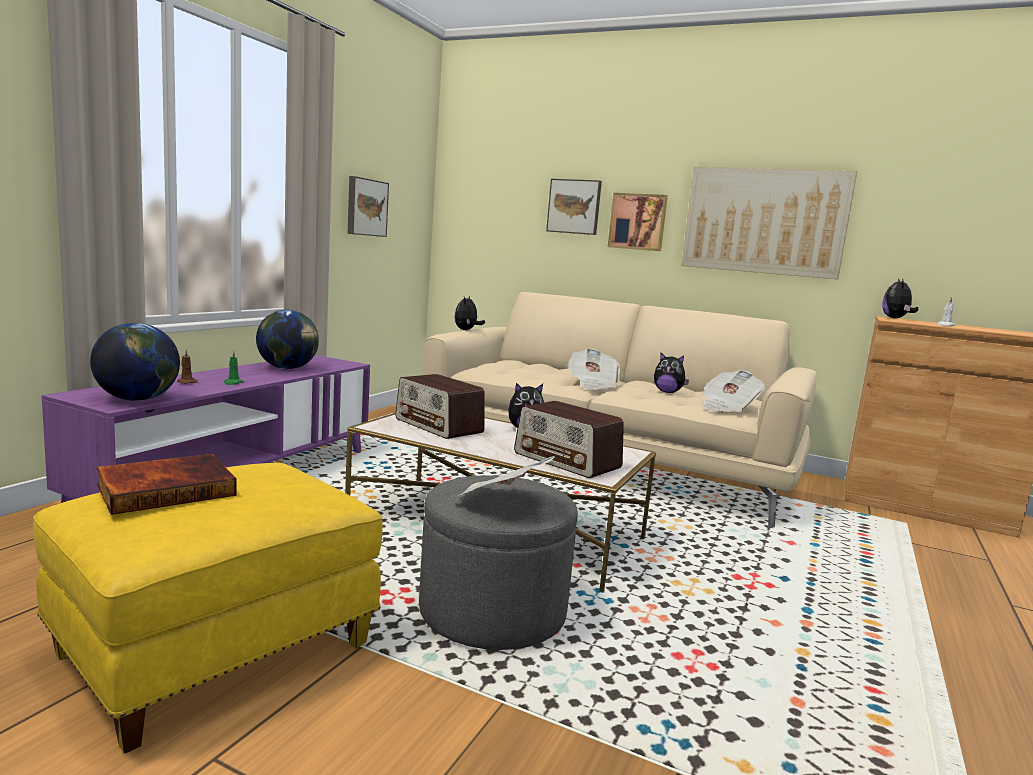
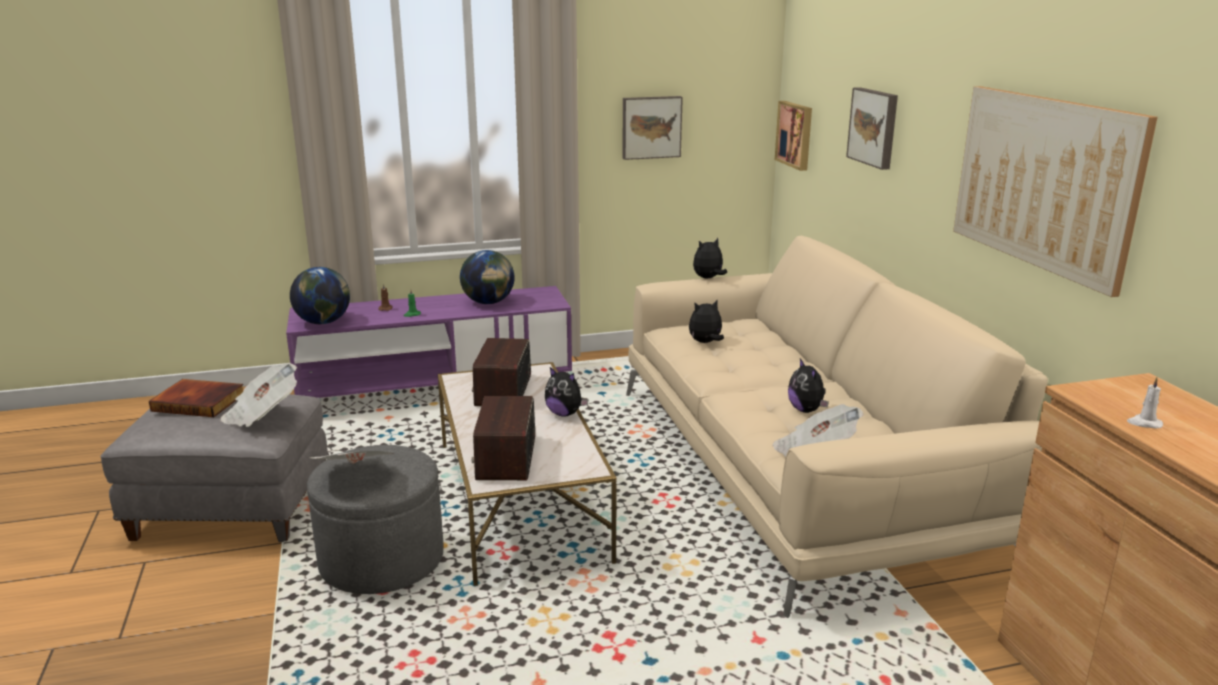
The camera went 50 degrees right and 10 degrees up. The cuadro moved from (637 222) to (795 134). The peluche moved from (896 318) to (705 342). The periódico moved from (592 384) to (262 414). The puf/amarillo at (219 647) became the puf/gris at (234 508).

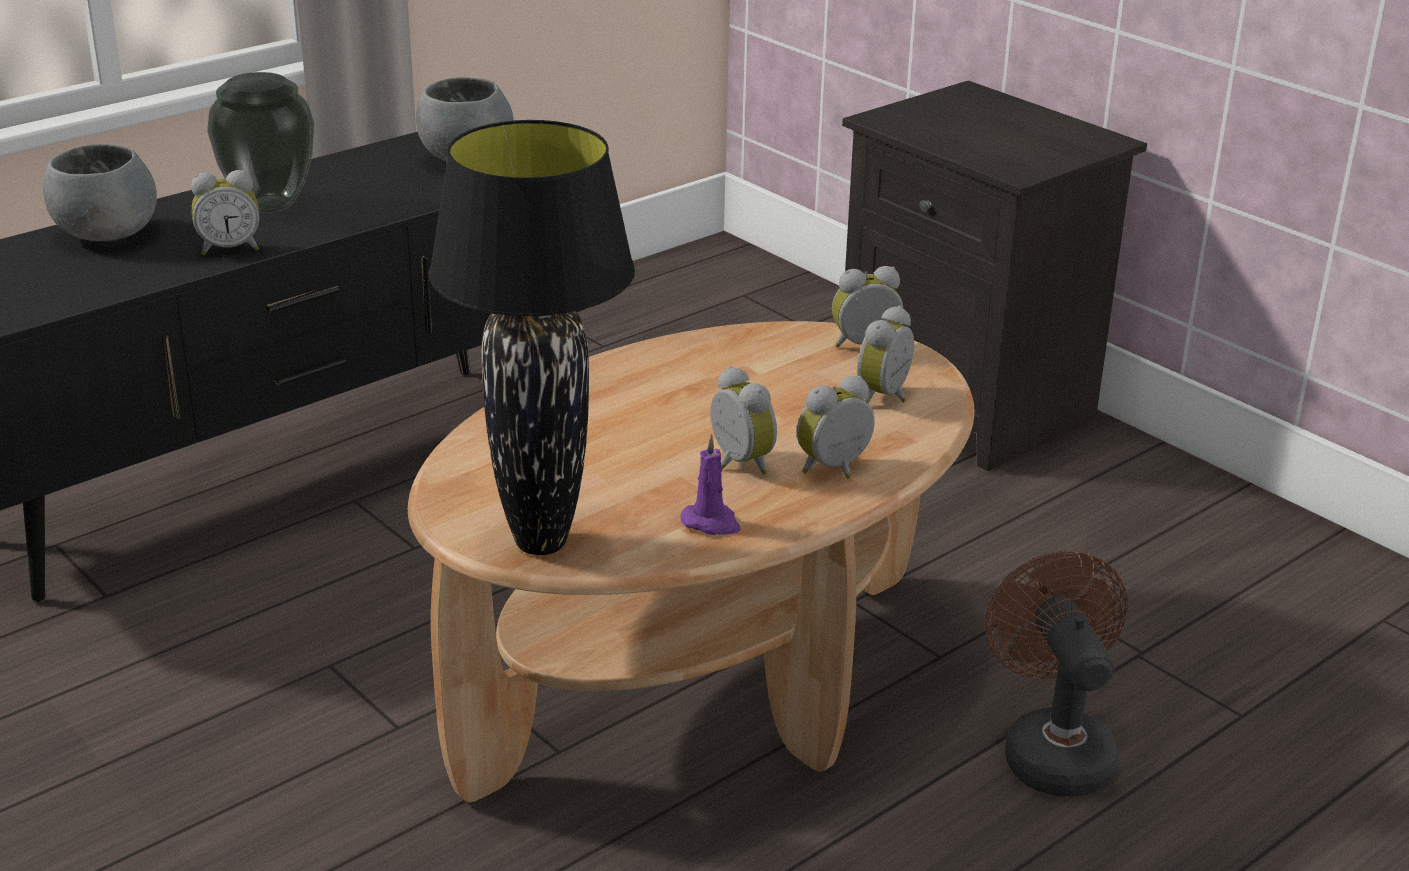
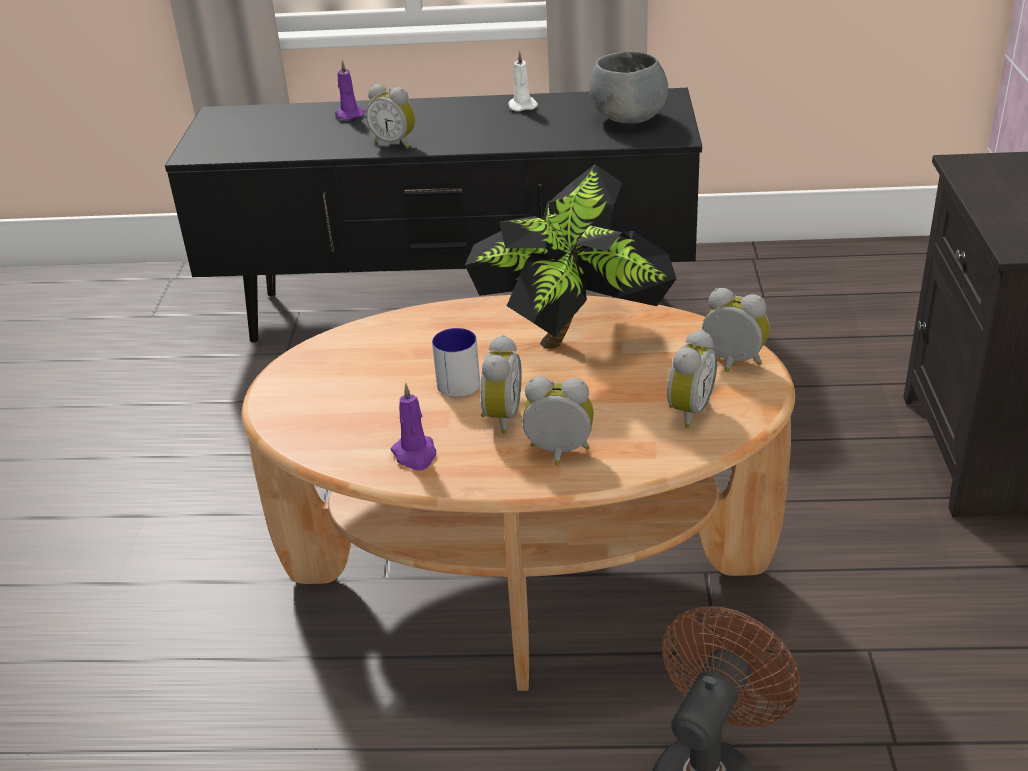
The camera went 45 degrees right and 5 degrees up. The florero at (267 205) disappeared. The lámpara de mesa/negro at (542 542) disappeared. The cuenco/gris at (106 234) was replaced by the vela/morado at (349 114). The despertador at (887 397) turned 135 degrees clockwise. The vela/blanco at (522 106) appeared. The planta en maceta at (573 339) appeared. The taza grande at (454 380) appeared.

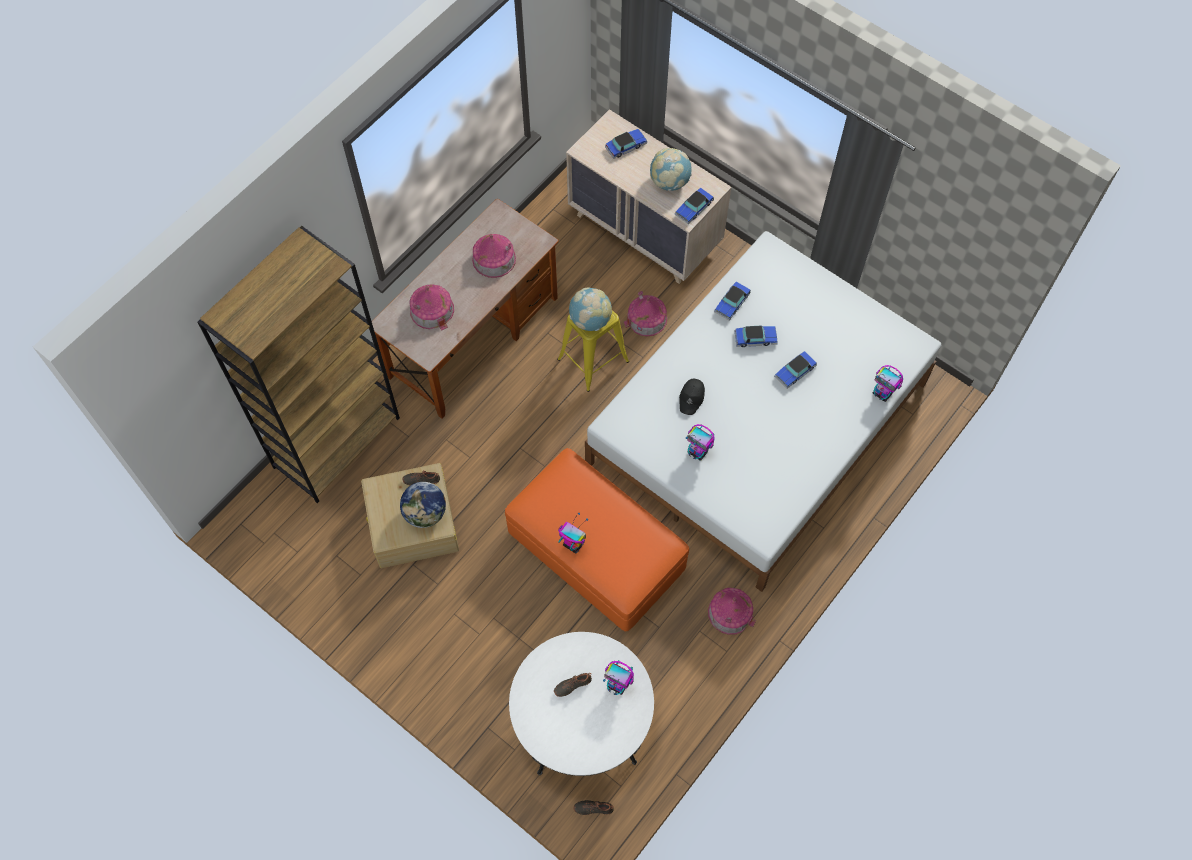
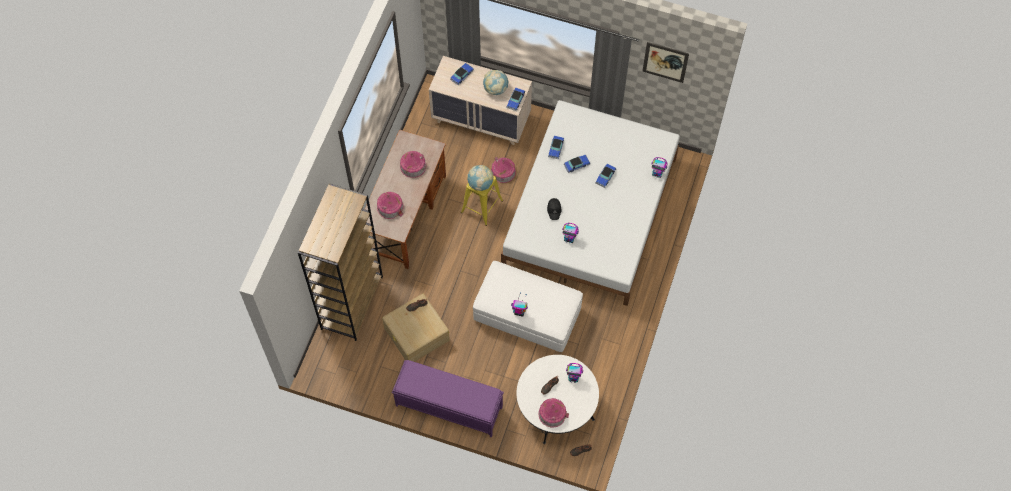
The camera went 20 degrees left and 0 degrees up. The puf/naranja at (596 551) became the puf/blanco at (527 314). The globo terráqueo at (425 513) disappeared. The casita moved from (730 612) to (552 414). The cuadro at (665 62) appeared. The banco/morado at (448 406) appeared.

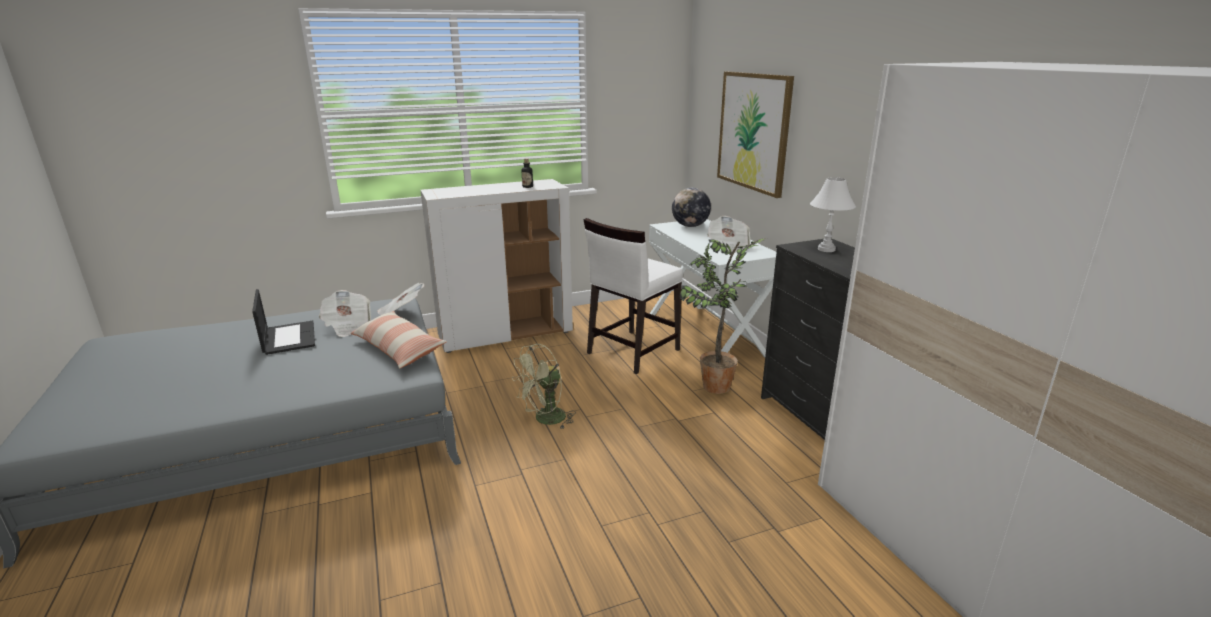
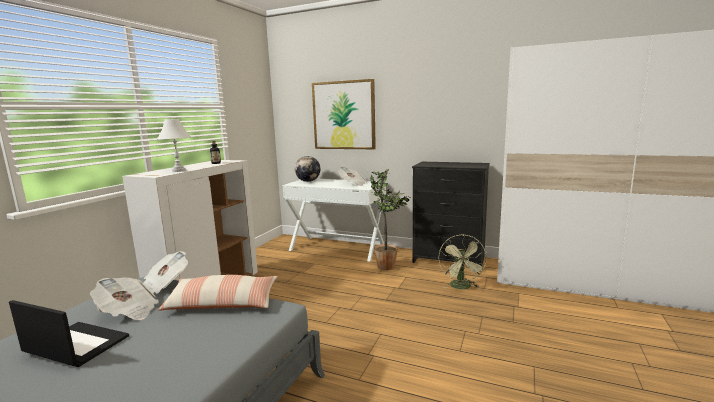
The camera went 45 degrees left and 10 degrees down. The lámpara de mesa/blanco moved from (826 249) to (178 171). The silla/blanco at (632 351) disappeared. The ventilador/verde moved from (545 420) to (462 287).

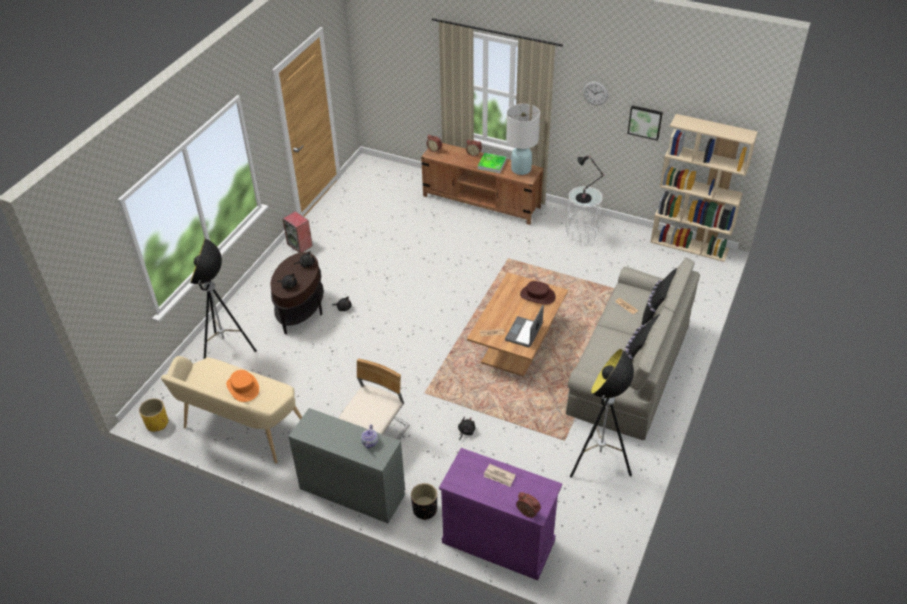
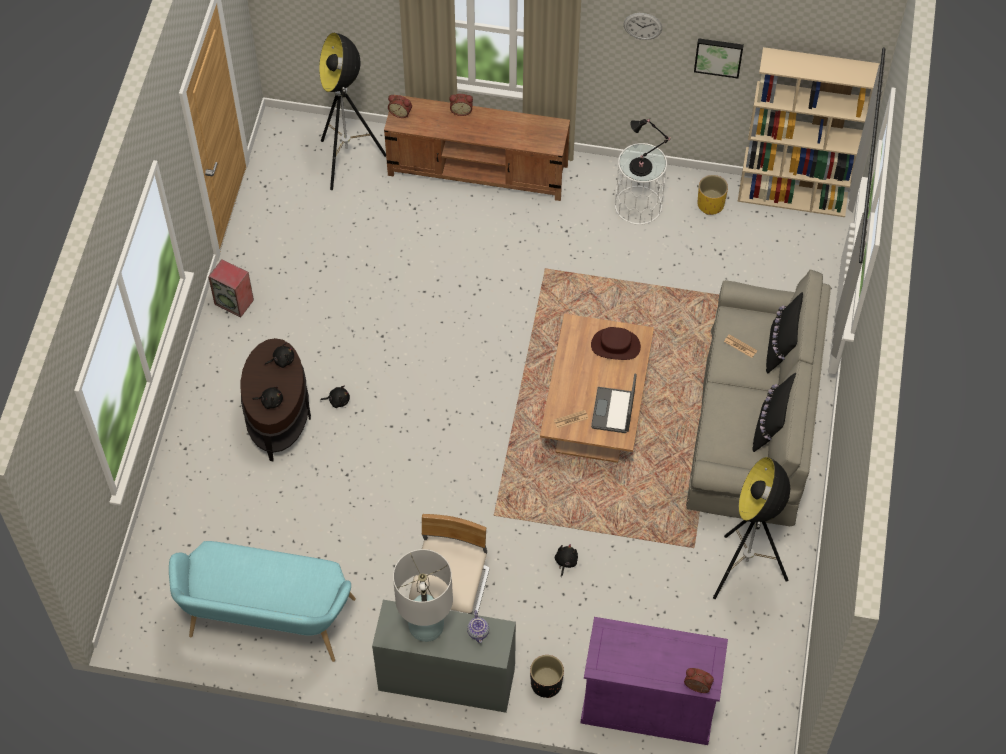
The camera went 15 degrees left and 15 degrees up. The lámpara de mesa/blanco moved from (521 169) to (426 626). The bandeja at (492 164) disappeared. The lámpara de pie moved from (227 351) to (348 162). The banco/beis at (240 430) became the banco/turquesa at (267 624). The sombrero/naranja at (243 387) disappeared. The maceta/amarillo moved from (157 423) to (710 204). The periódico at (499 476) disappeared.

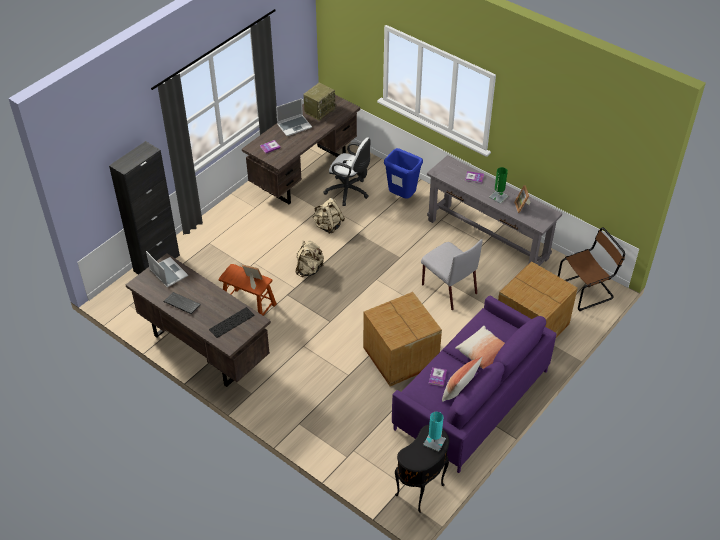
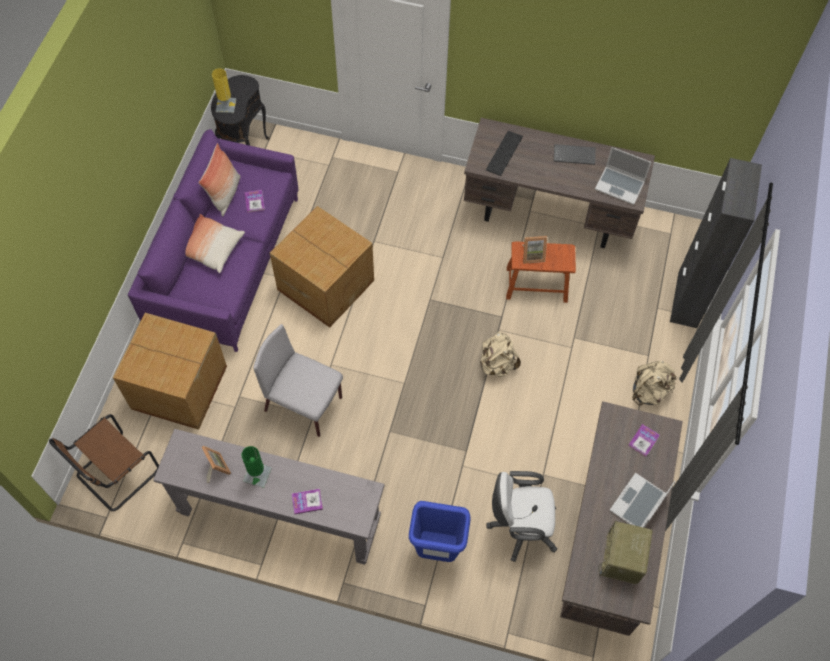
The camera went 155 degrees right and 15 degrees up. The mochila/beis moved from (328 226) to (649 391). The lámpara de mesa/turquesa at (434 442) became the lámpara de mesa/amarillo at (226 105).

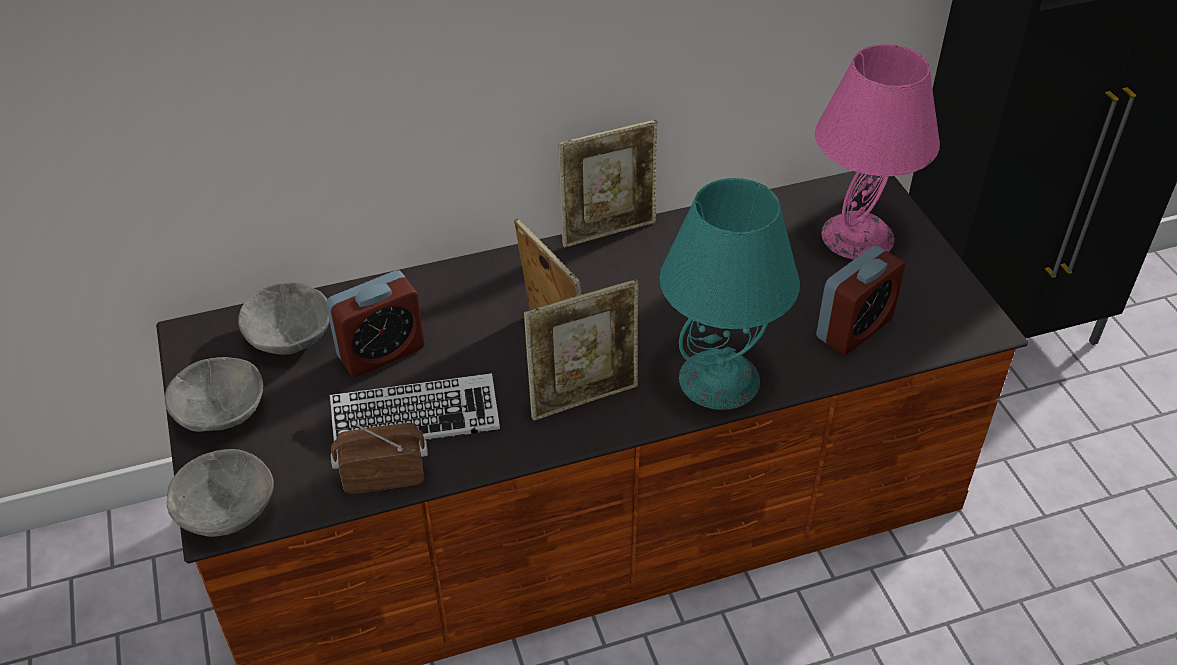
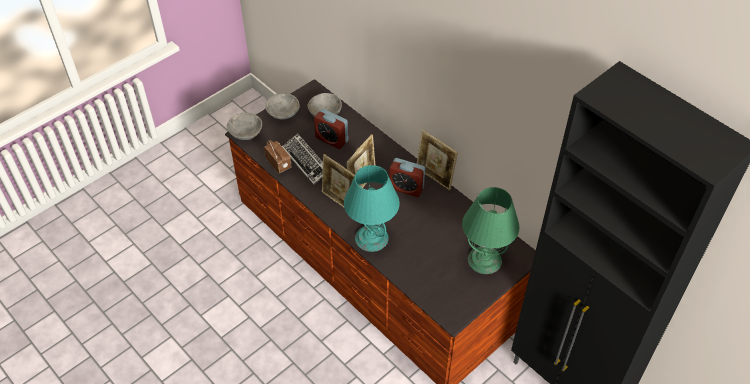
The camera went 65 degrees right and 5 degrees up. The lámpara de mesa/rosa at (857 235) became the lámpara de mesa/verde at (485 259). The despertador moved from (854 328) to (406 188).

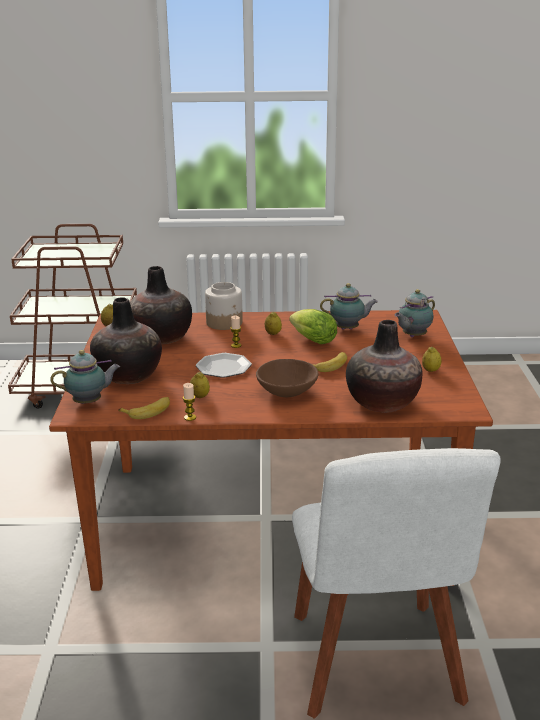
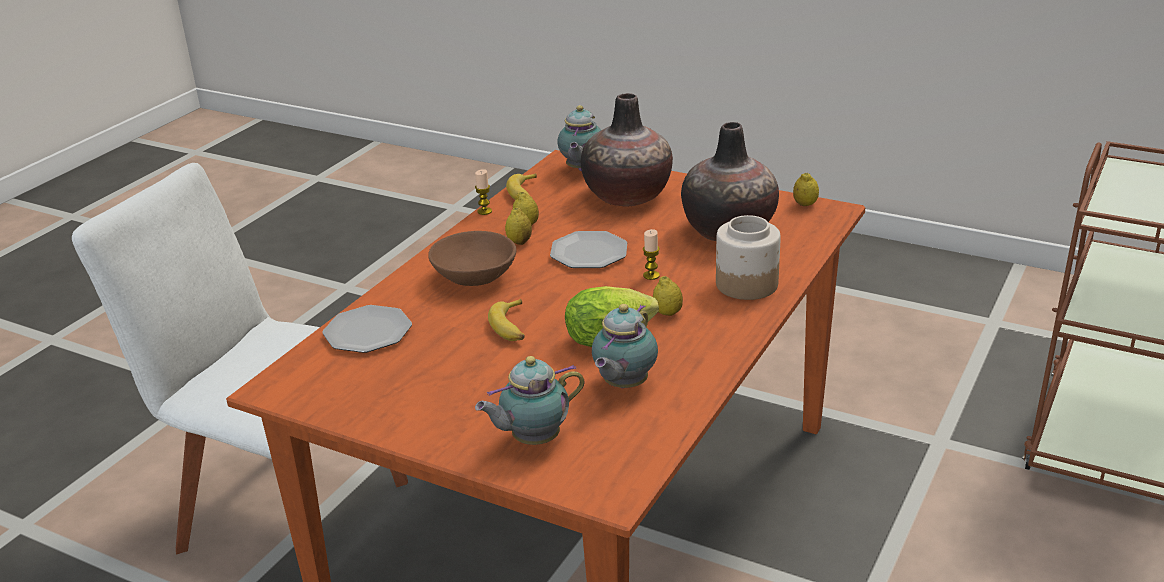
The camera went 120 degrees right and 5 degrees up. The tetera at (412 336) turned 105 degrees counterclockwise. The florero at (382 403) was replaced by the plato at (367 332). The limón moved from (431 370) to (519 242).

